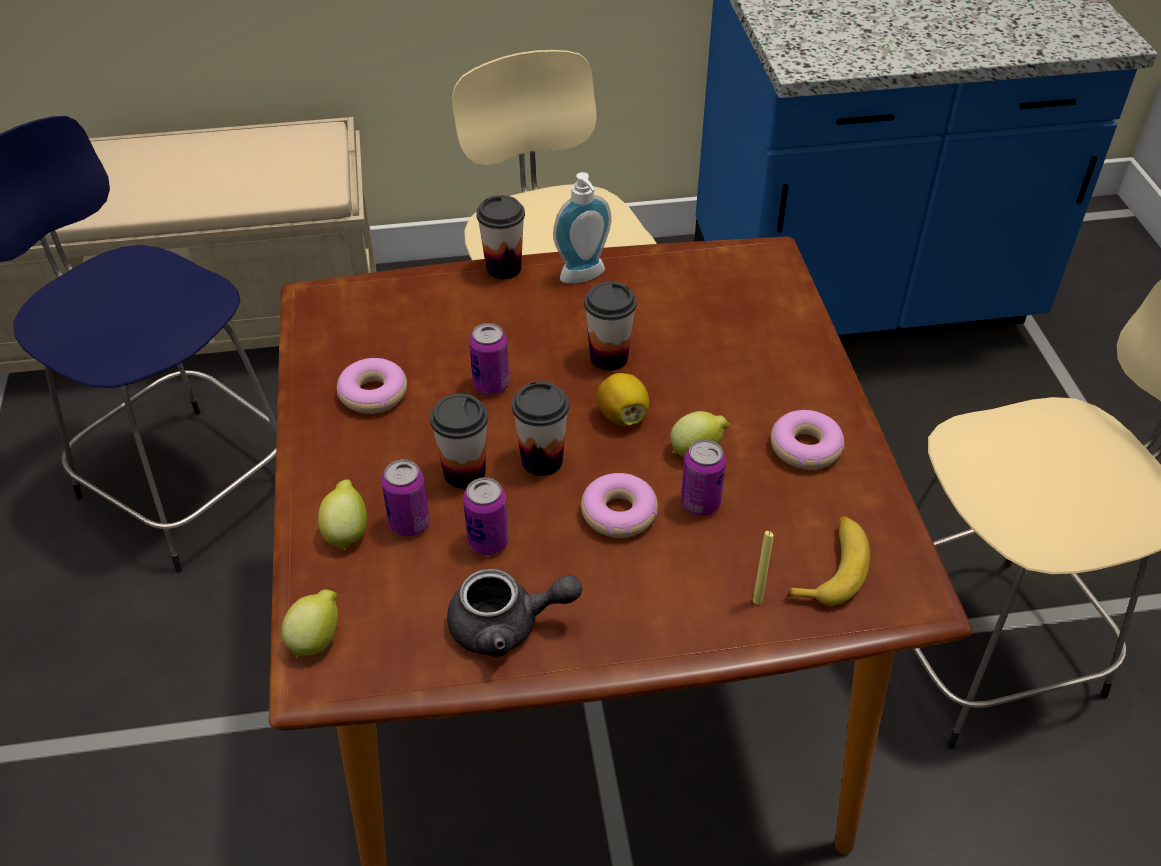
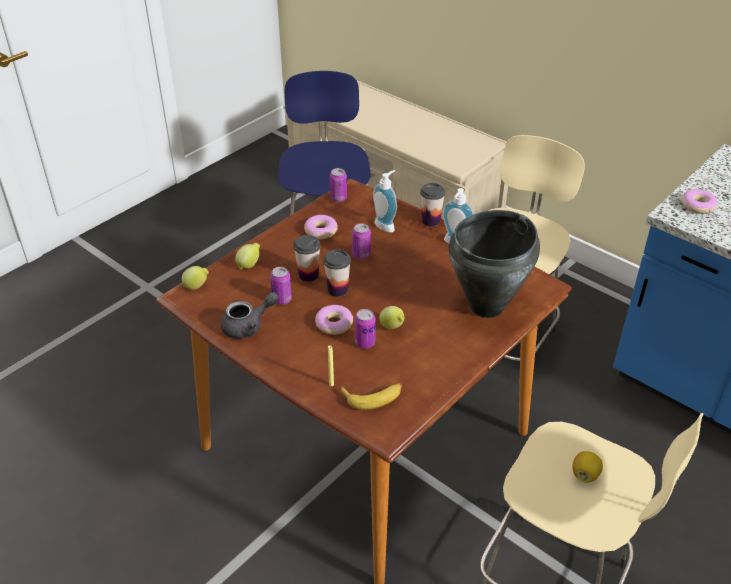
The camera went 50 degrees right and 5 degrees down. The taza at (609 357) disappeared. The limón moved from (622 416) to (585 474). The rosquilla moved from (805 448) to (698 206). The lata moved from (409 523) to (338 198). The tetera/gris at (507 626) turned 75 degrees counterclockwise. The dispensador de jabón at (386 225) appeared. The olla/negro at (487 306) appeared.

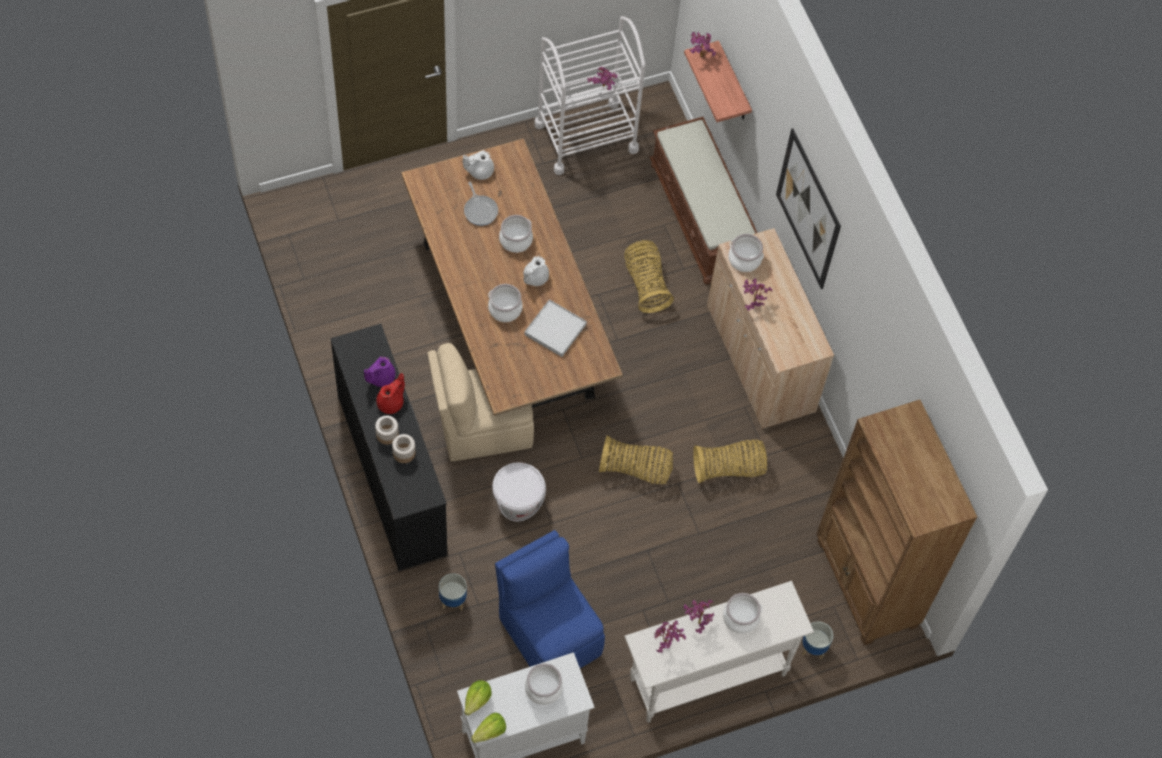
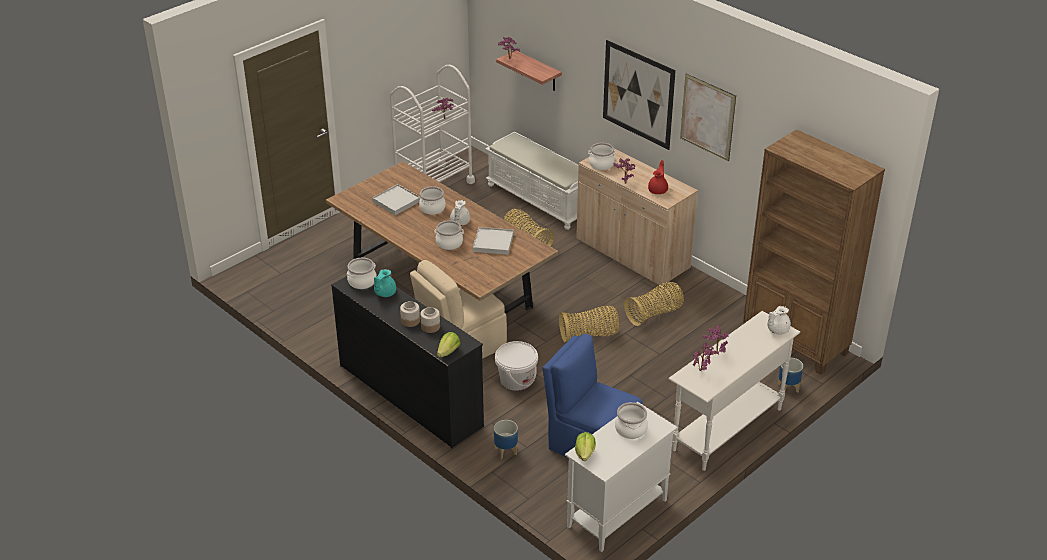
The camera went 20 degrees left and 25 degrees down. The banco/marrón at (701 218) became the banco/blanco at (540 200). The tetera/blanco moved from (479 171) to (777 329). The sartén at (480 210) was replaced by the bandeja/blanco at (396 201). The tetera/morado at (380 377) became the tetera/turquesa at (384 293). The tetera/rojo moved from (391 403) to (658 190). The olla moved from (740 617) to (362 281). The lechuga moved from (490 732) to (448 352). The cuadro at (707 117) appeared.

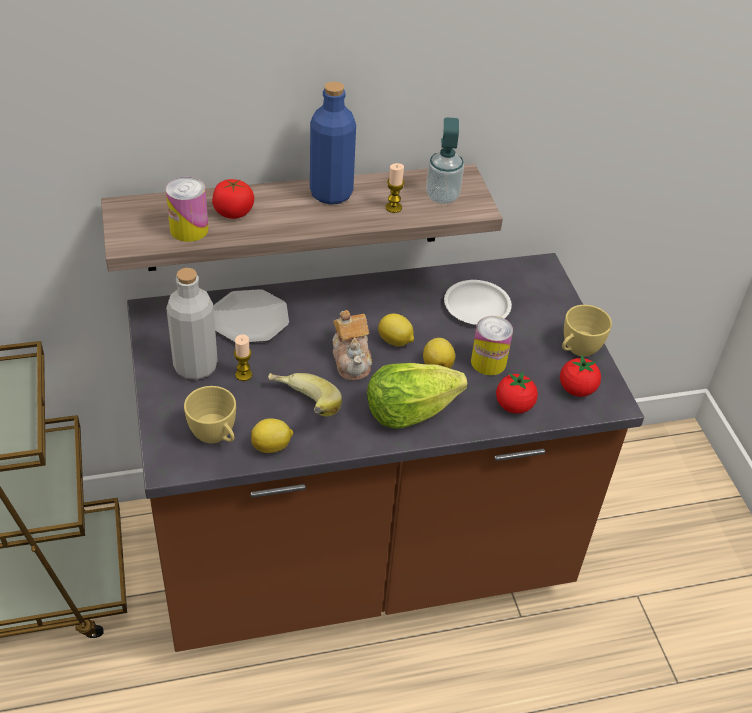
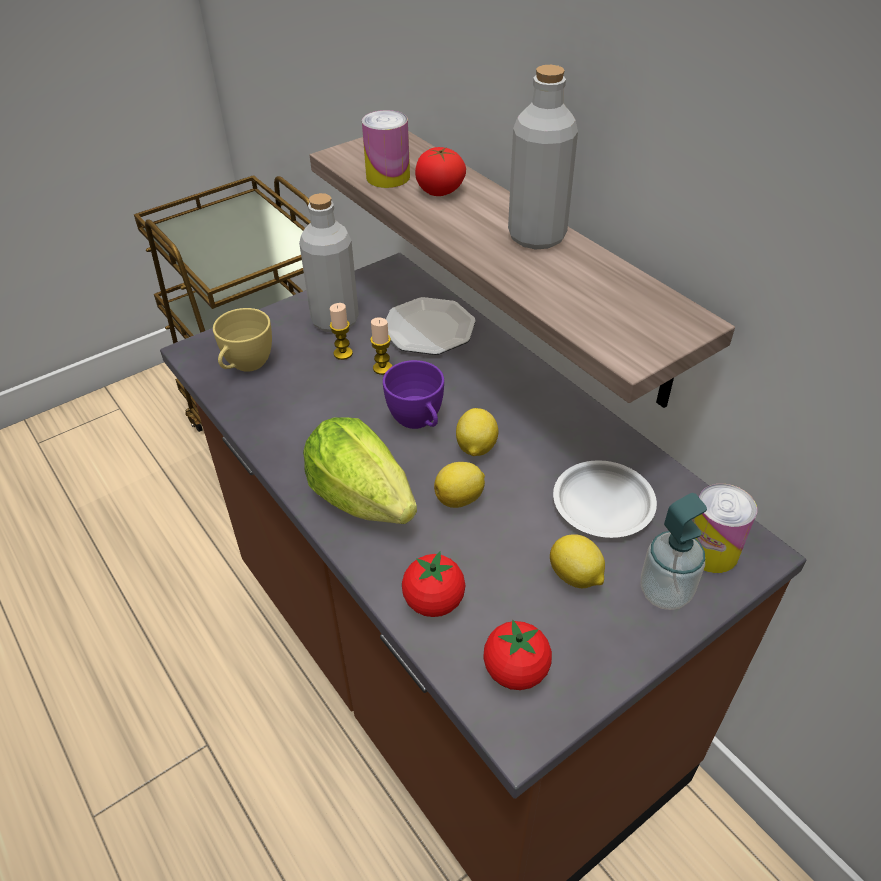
The camera went 70 degrees right and 0 degrees up. The botella/azul at (331 193) became the botella/gris at (536 236). The dispensador de jabón moved from (442 197) to (665 592). The vela moved from (393 207) to (382 368). The taza/amarillo at (577 350) disappeared. The tetera at (352 360) was replaced by the taza/morado at (418 422). The lata moved from (488 362) to (711 551). The plátano at (301 409) disappeared. The limón moved from (272 447) to (576 577).

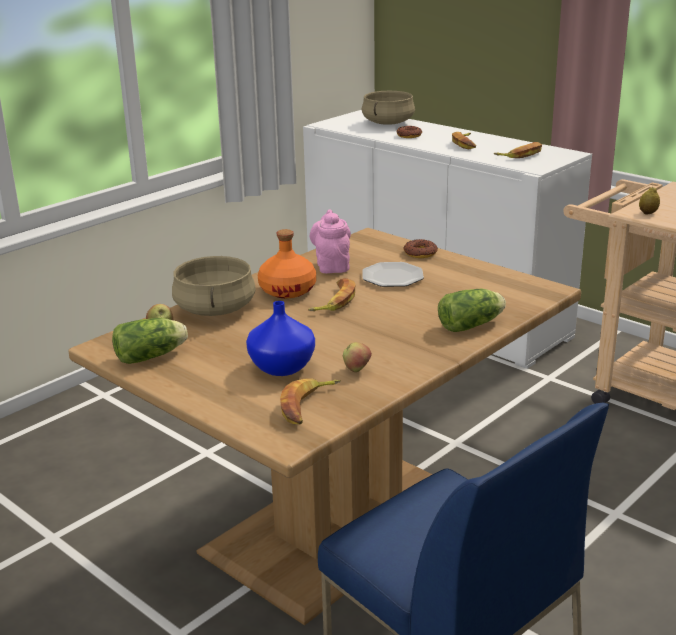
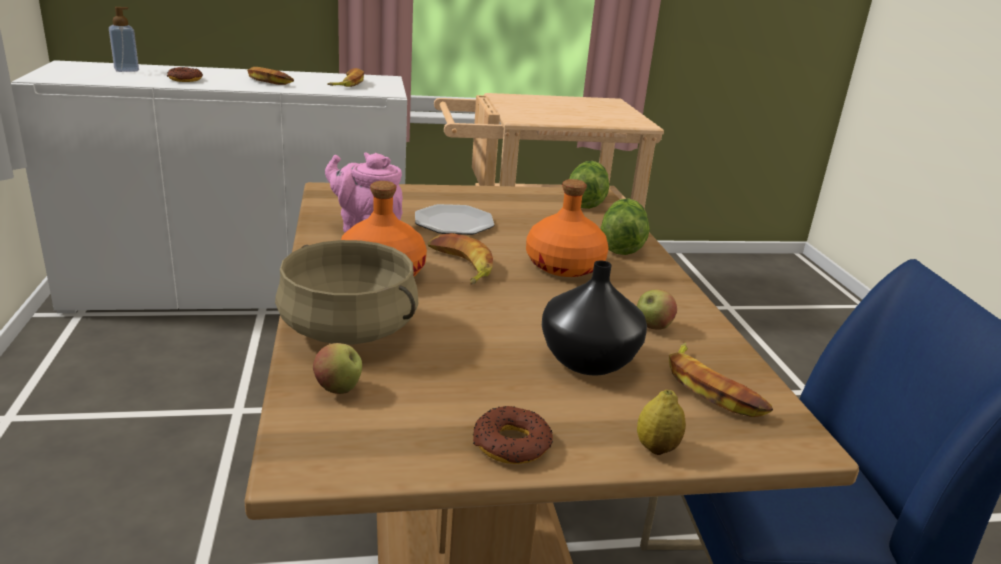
The camera went 55 degrees left and 0 degrees up. The olla/beis at (387 123) was replaced by the dispensador de jabón at (126 70). The limón moved from (648 213) to (656 448). The rosquilla moved from (420 253) to (511 444). The florero/azul at (281 368) became the florero/negro at (589 362). The lechuga moved from (153 356) to (587 200). The botella/naranja at (563 266) appeared.

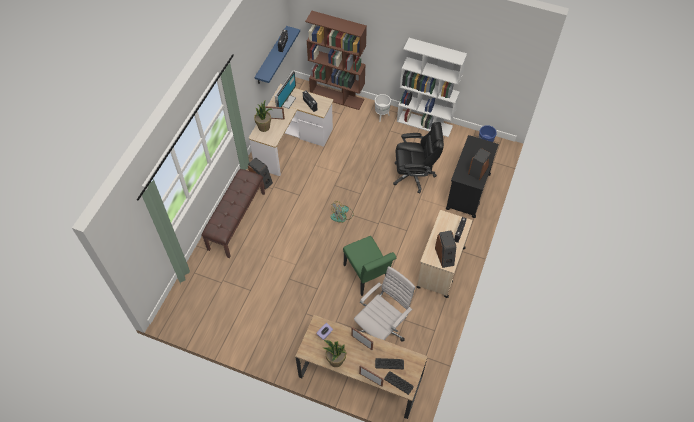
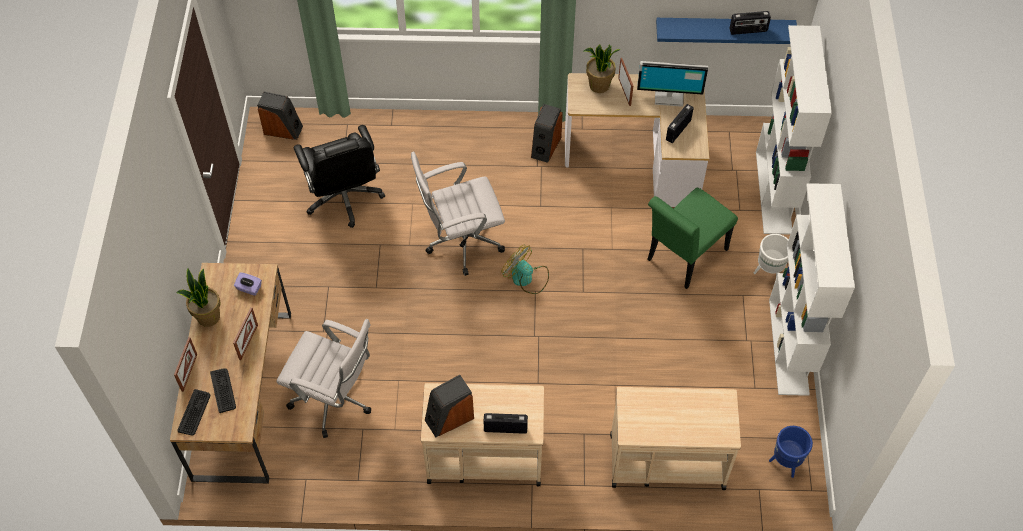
The camera went 70 degrees right and 0 degrees up. The estantería/marrón at (337 97) became the estantería/blanco at (774 193). The silla de oficina/negro moved from (414 175) to (344 197). The carrito/negro at (468 192) became the carrito/beis at (666 461). The altavoz moved from (479 170) to (283 129). The banco/marrón at (236 220) disappeared. The silla/verde moved from (367 277) to (683 258). The silla de oficina/blanco at (461 242) appeared.

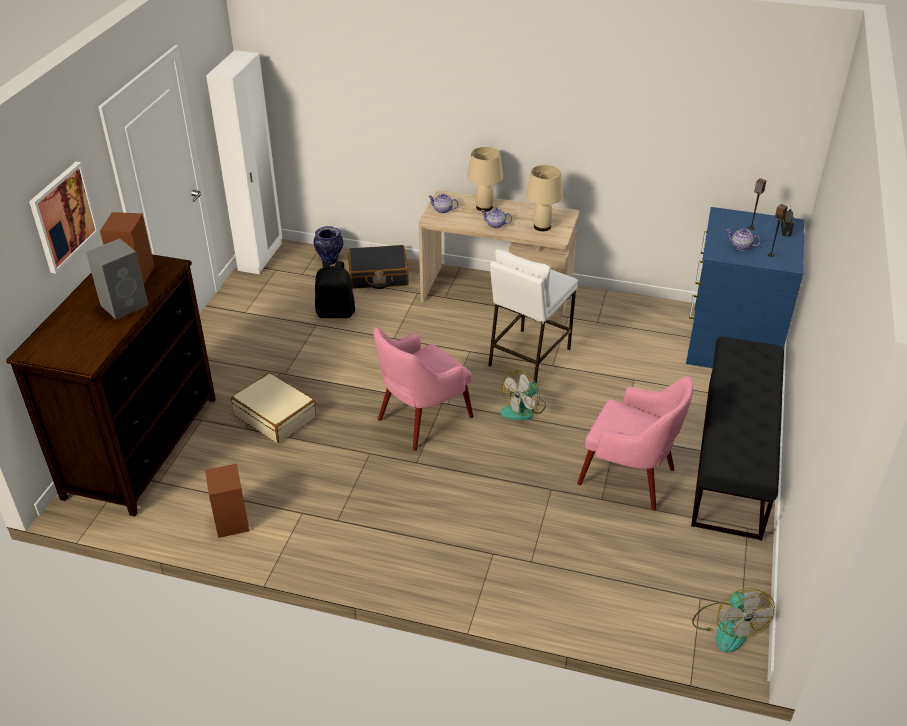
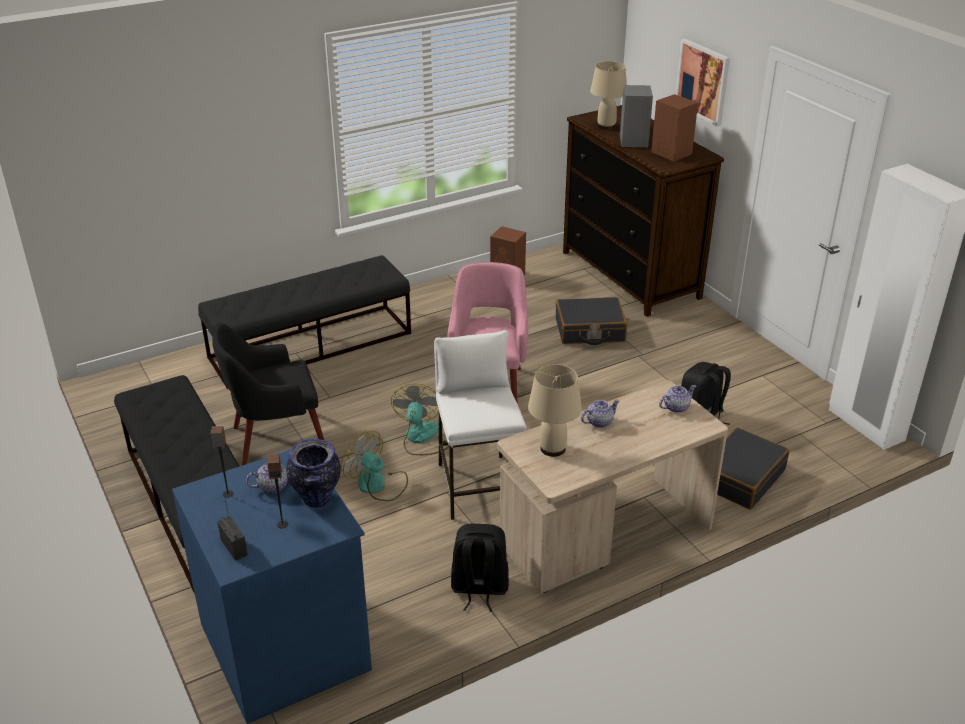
The camera went 135 degrees right and 5 degrees down. The lámpara de mesa/beis moved from (484 207) to (606 126). The florero moved from (330 260) to (317 500). The maleta/beis at (275 416) became the maleta/negro at (589 330). The sillón/rosa at (629 477) became the sillón/negro at (275 438). The ventilador moved from (727 627) to (378 485). The banco/negro at (311 345) appeared. The mochila/negro at (479 589) appeared.

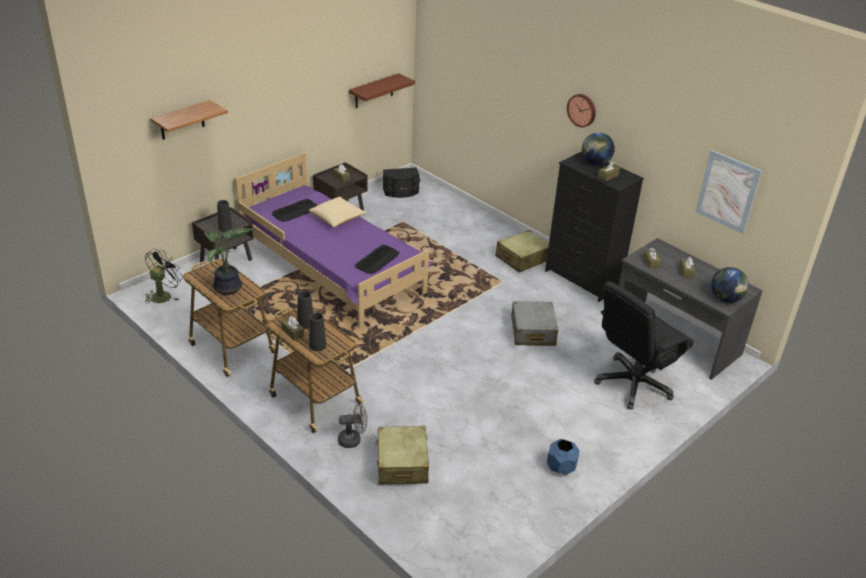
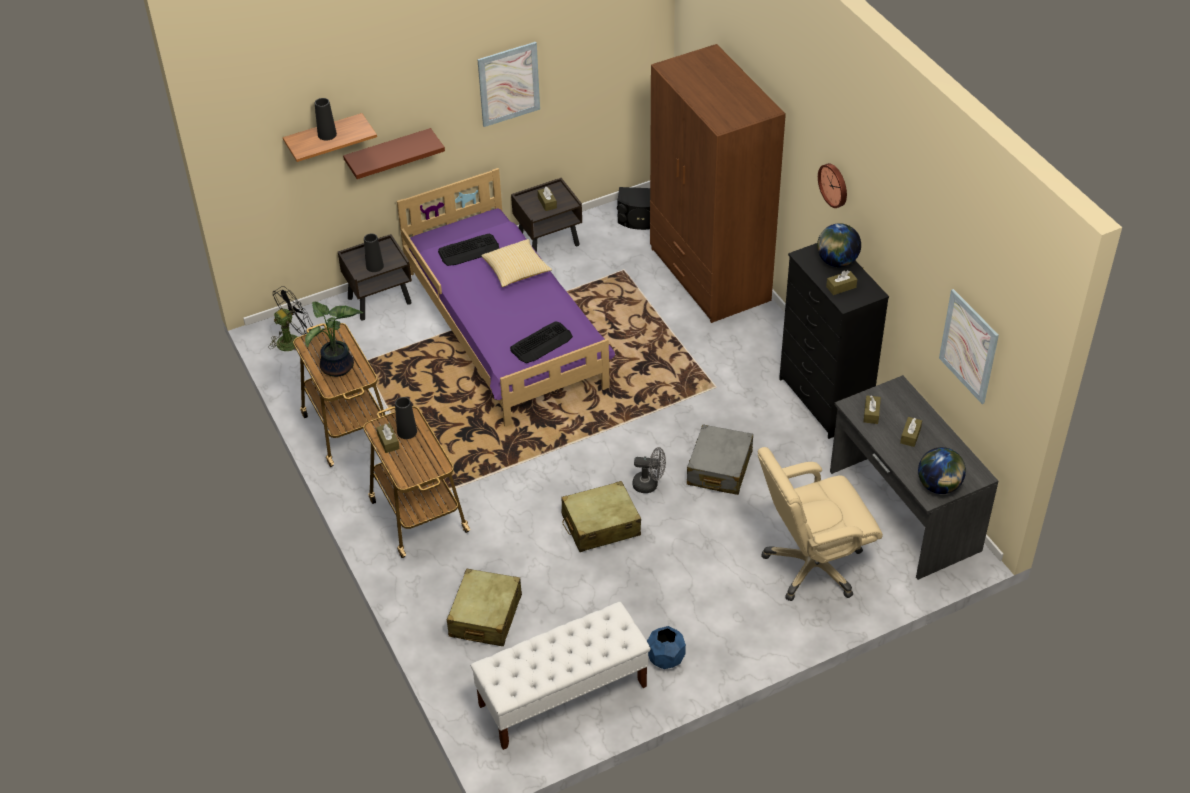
The camera went 20 degrees right and 10 degrees up. The estante/marrón moved from (374 91) to (388 154). The maleta/beis moved from (523 258) to (600 525). The silla de oficina/negro at (633 383) became the silla de oficina/beis at (812 566). The florero/negro moved from (317 345) to (327 134). The ventilador/gris moved from (353 440) to (649 484). The cuadro at (509 84) appeared. The armario ropero/marrón at (709 275) appeared. The banco/blanco at (562 696) appeared.

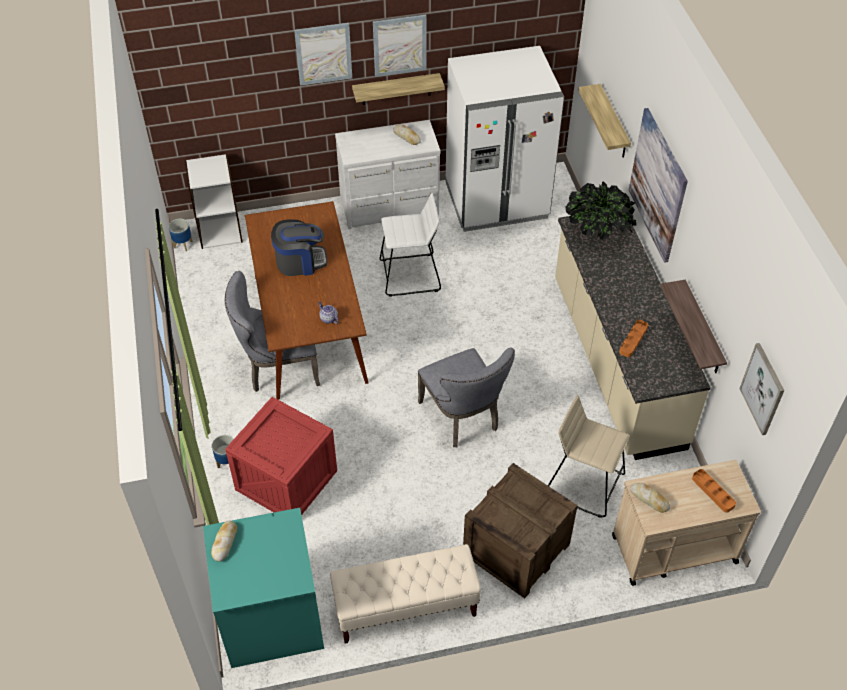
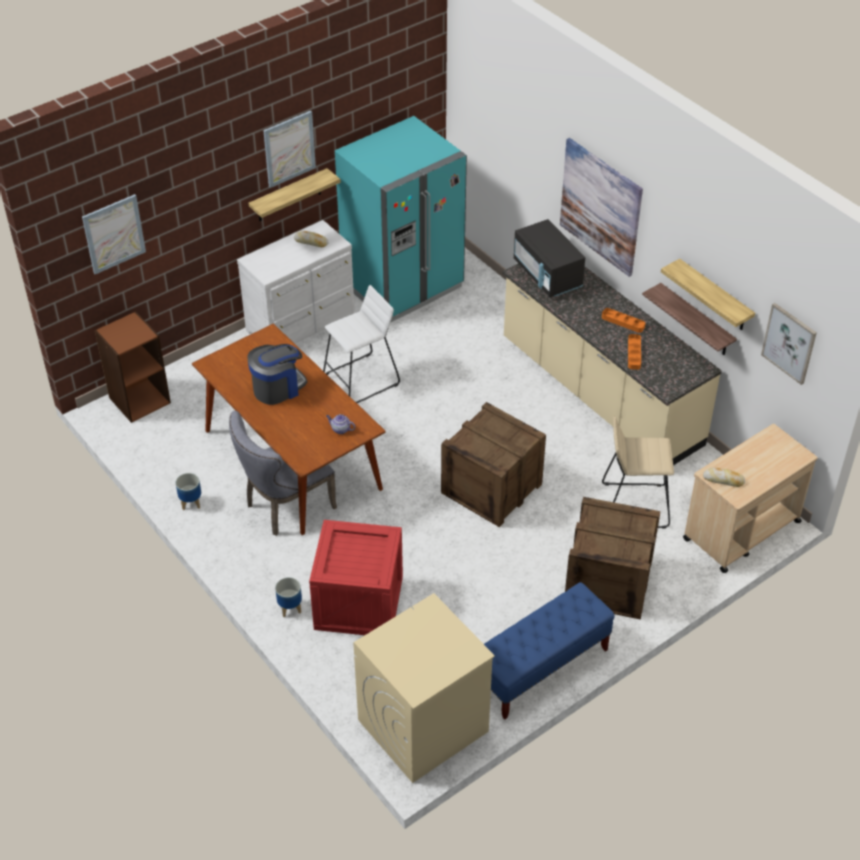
The camera went 25 degrees left and 5 degrees down. The cuadro moved from (323 53) to (114 234). The nevera/blanco at (496 201) became the nevera/turquesa at (403 286). The estante moved from (613 123) to (714 296). The estantería/blanco at (220 231) became the estantería/marrón at (139 400). The planta en maceta at (597 235) was replaced by the microondas/negro at (547 275). The maceta moved from (183 244) to (191 502). The silla/gris at (463 418) was replaced by the caja de embalaje at (492 489). The bandeja/naranja moved from (713 492) to (623 322). The lavadora/turquesa at (271 618) became the lavadora/beis at (422 726). The pan at (224 542) disappeared. The banco/beis at (405 608) became the banco/azul at (540 668).

